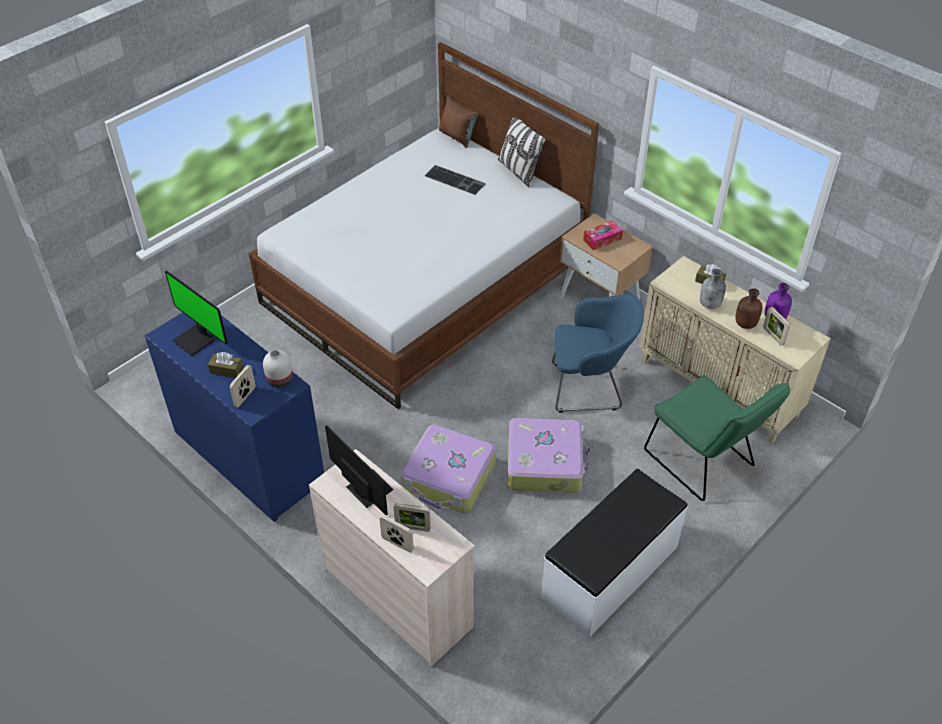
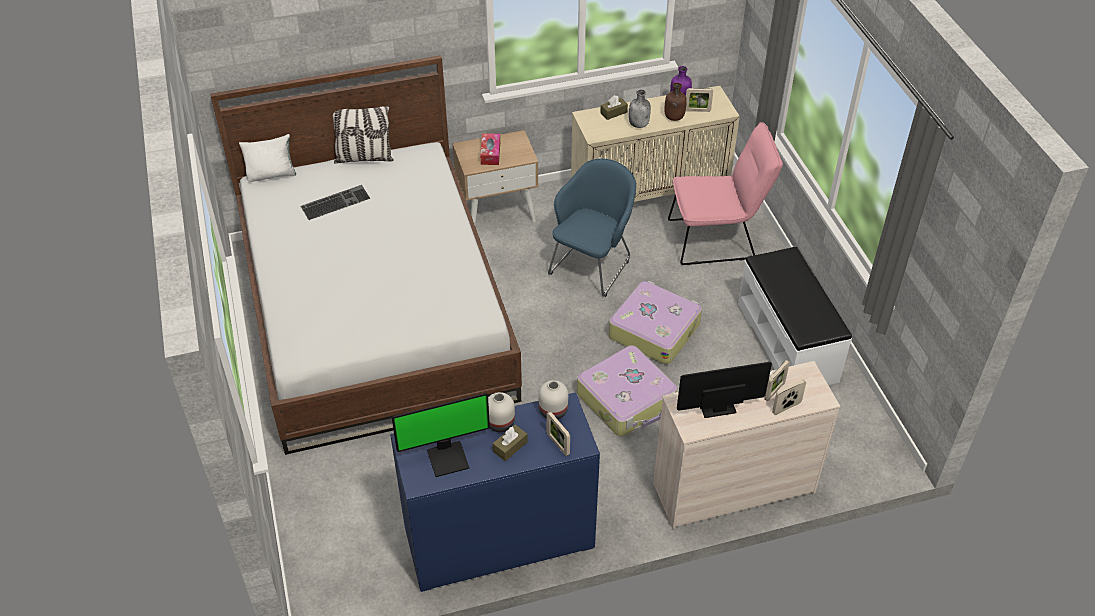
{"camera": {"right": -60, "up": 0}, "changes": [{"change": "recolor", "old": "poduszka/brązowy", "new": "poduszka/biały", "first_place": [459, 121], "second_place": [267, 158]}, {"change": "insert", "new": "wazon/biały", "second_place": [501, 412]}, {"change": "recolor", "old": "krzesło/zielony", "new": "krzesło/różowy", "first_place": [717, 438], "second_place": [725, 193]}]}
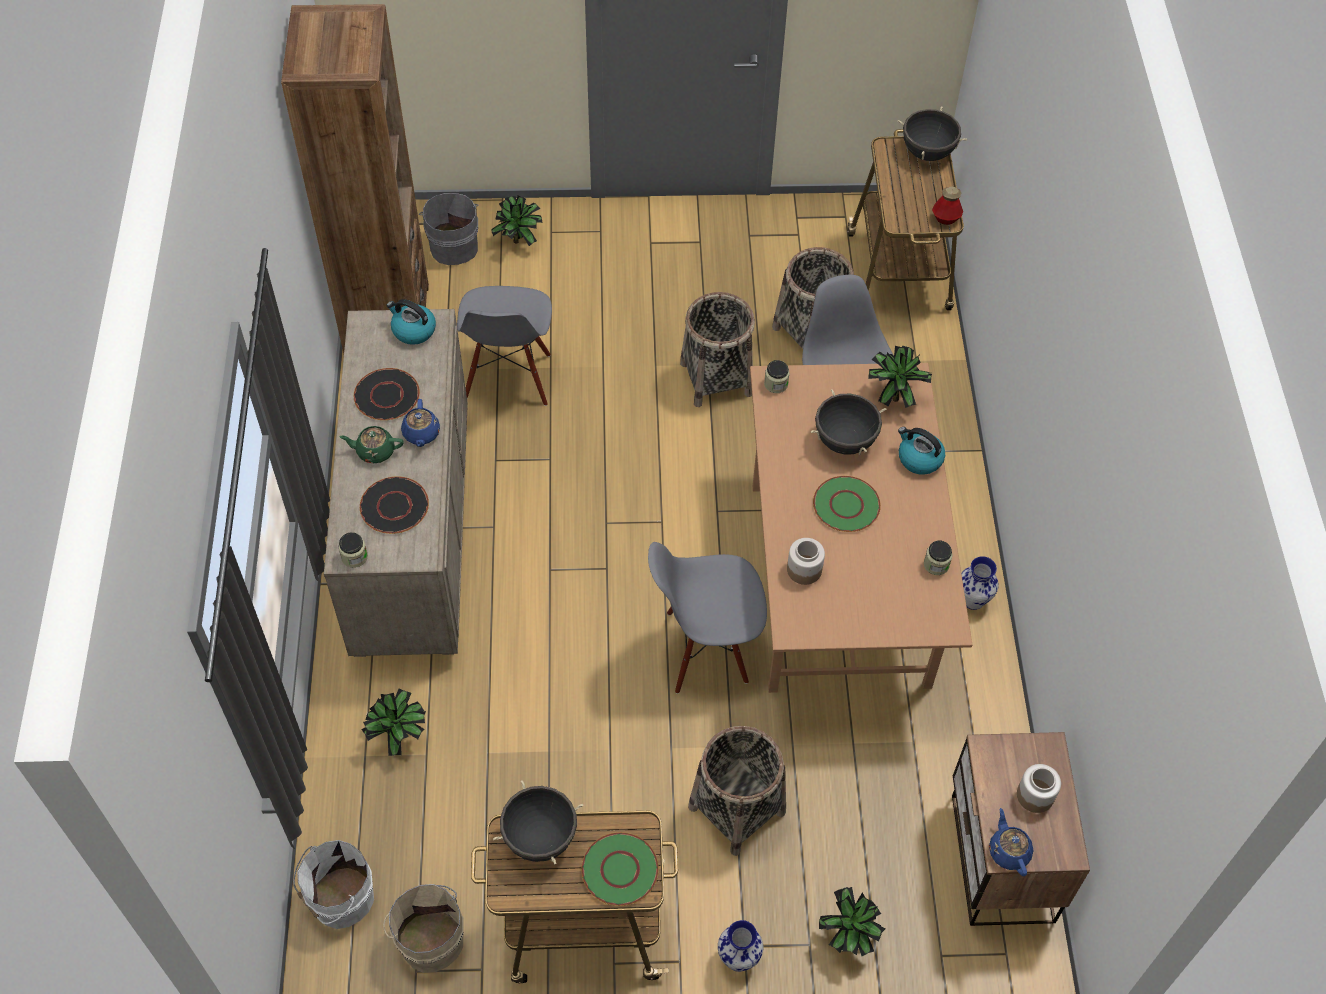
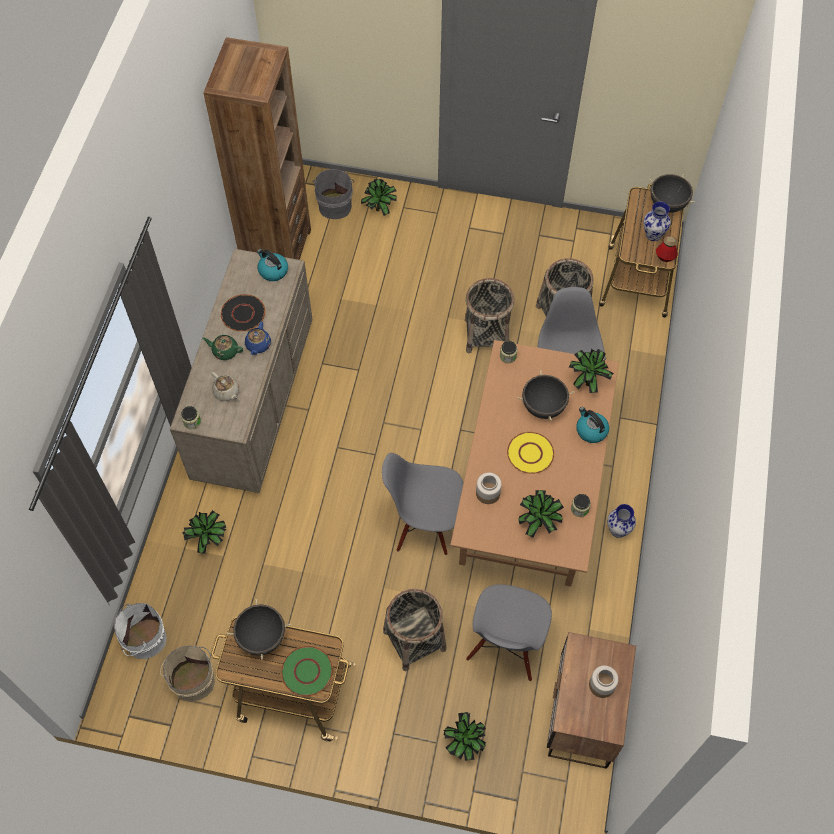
{"camera": {"right": 15, "up": 5}, "changes": [{"change": "replace", "old": "talerz/czarny", "new": "imbryk/beżowy", "first_place": [394, 505], "second_place": [225, 386]}, {"change": "move", "old": "krzesło/szary", "first_place": [504, 346], "second_place": [509, 632]}, {"change": "recolor", "old": "talerz/zielony", "new": "talerz/żółty", "first_place": [847, 504], "second_place": [530, 453]}, {"change": "insert", "new": "roślina doniczkowa", "second_place": [541, 514]}, {"change": "move", "old": "wazon", "first_place": [740, 946], "second_place": [657, 221]}, {"change": "delete", "old": "imbryk/niebieski", "first_place": [1011, 842]}]}
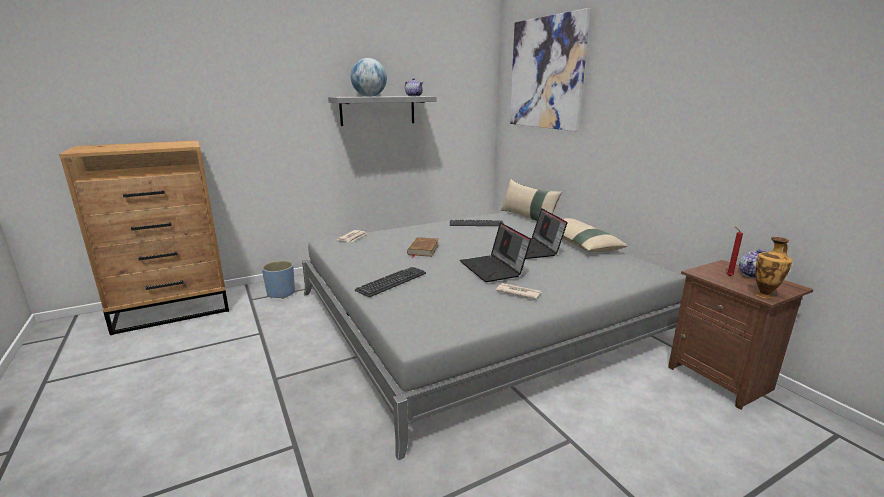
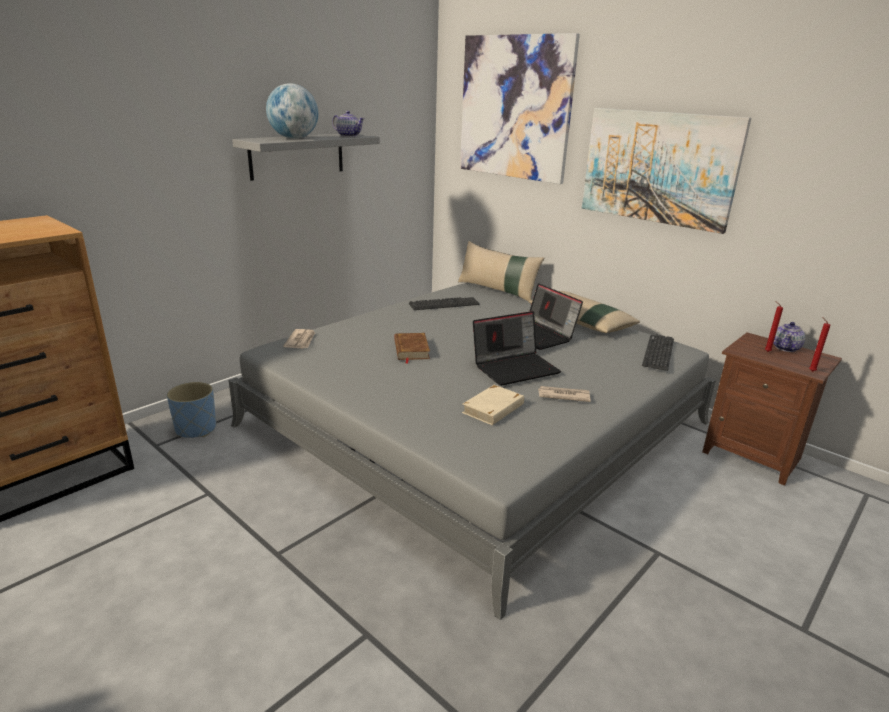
{"camera": {"right": -20, "up": 5}, "changes": [{"change": "insert", "new": "książka/beżowy", "second_place": [493, 405]}, {"change": "rotate", "old": "laptop", "first_place": [495, 252], "second_place": [517, 348], "degrees": -75}, {"change": "insert", "new": "obraz", "second_place": [666, 171]}, {"change": "move", "old": "klawiatura", "first_place": [390, 282], "second_place": [658, 352]}, {"change": "replace", "old": "wazon", "new": "świeca/czerwony", "first_place": [773, 268], "second_place": [819, 344]}]}
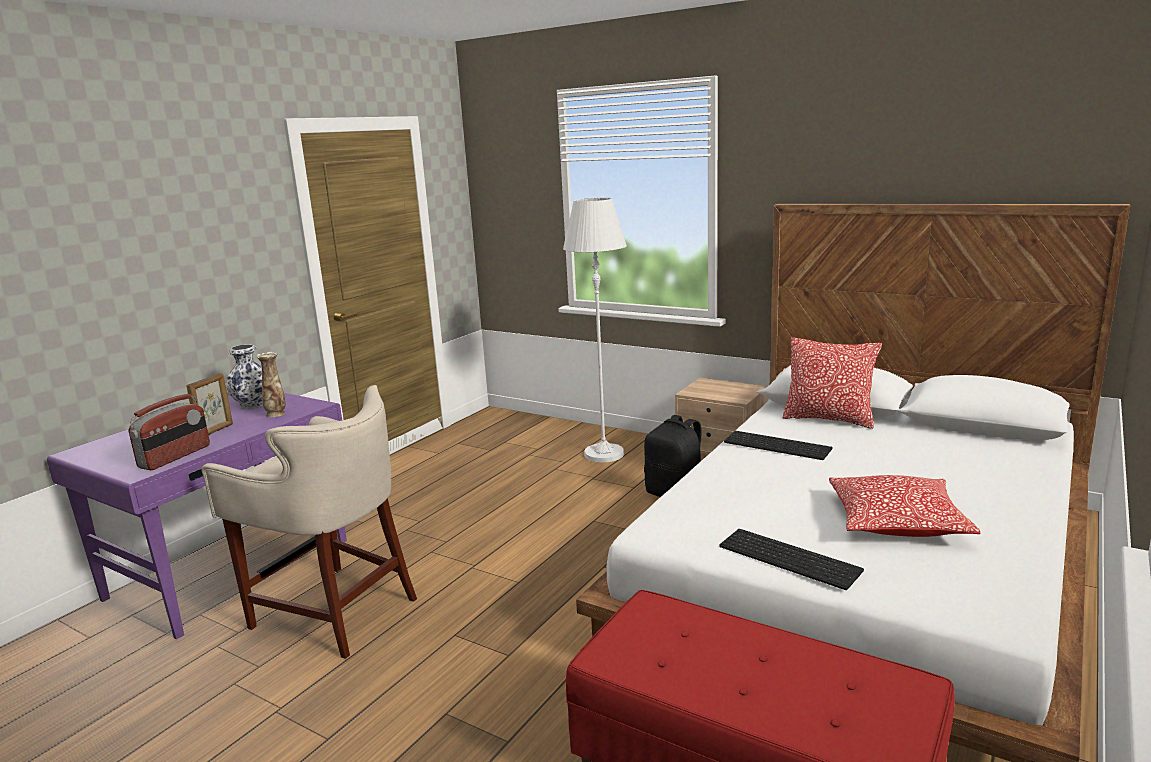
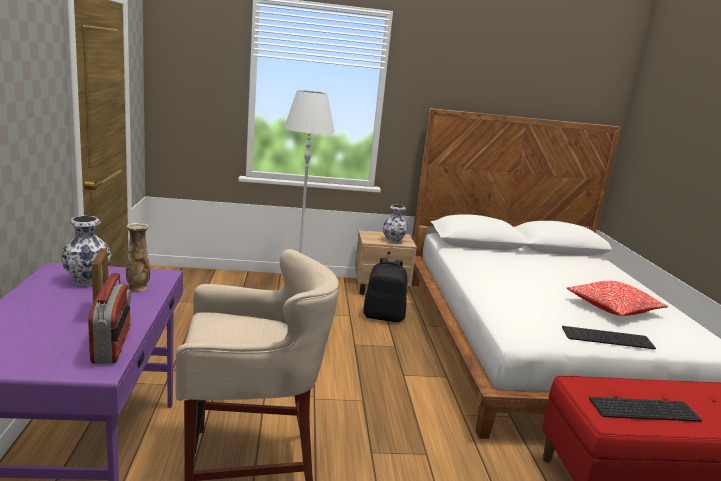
{"camera": {"right": -40, "up": 0}, "changes": [{"change": "insert", "new": "wazon", "second_place": [395, 224]}, {"change": "move", "old": "klawiatura", "first_place": [778, 445], "second_place": [645, 409]}, {"change": "delete", "old": "poduszka", "first_place": [832, 383]}]}
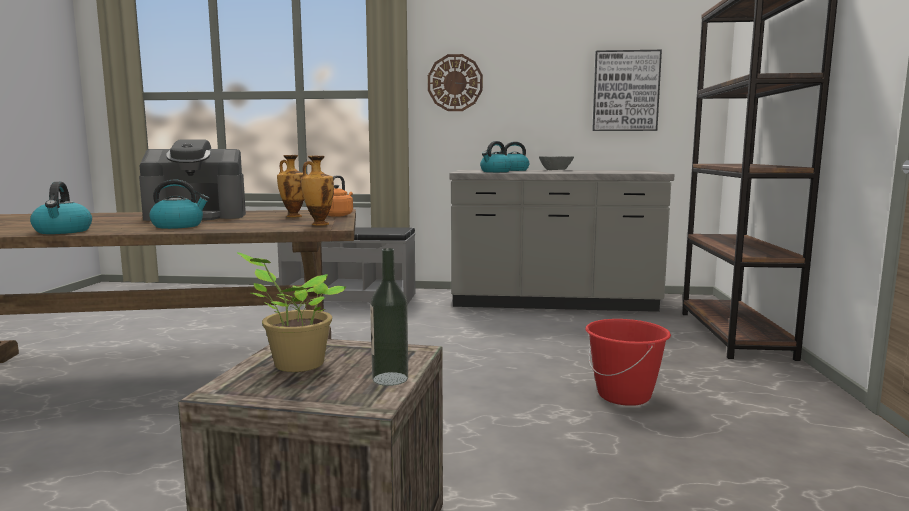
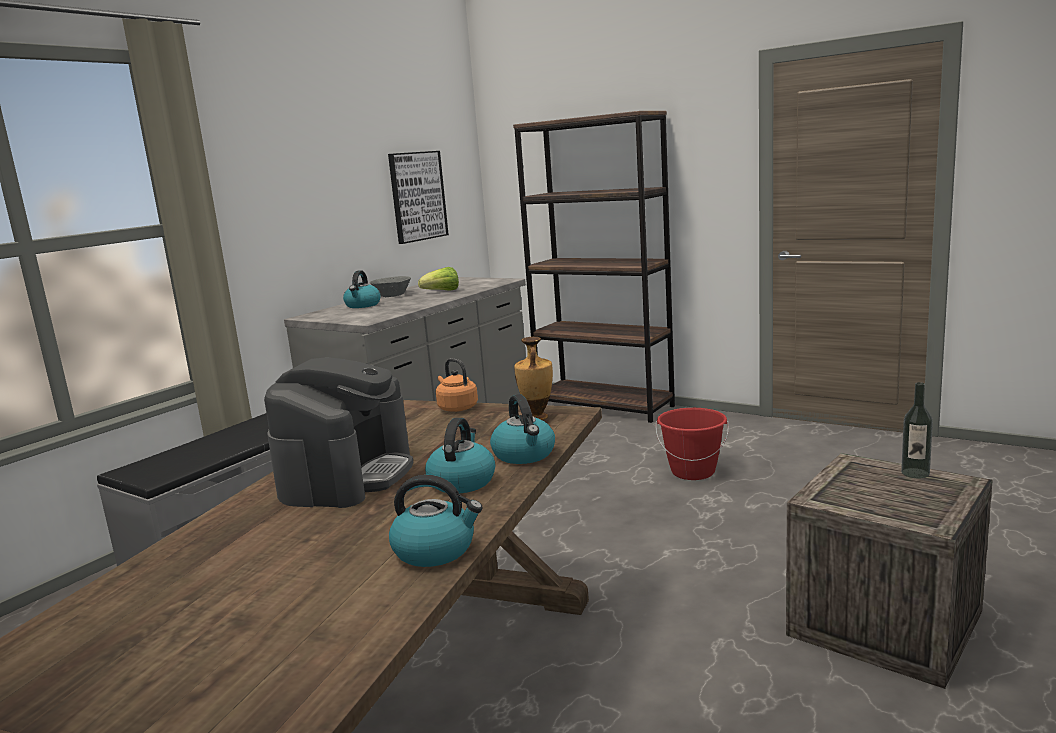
{"camera": {"right": -60, "up": 5}, "changes": [{"change": "insert", "new": "sałata", "second_place": [438, 279]}, {"change": "move", "old": "czajnik", "first_place": [496, 156], "second_place": [522, 429]}, {"change": "delete", "old": "roślina doniczkowa", "first_place": [291, 312]}, {"change": "delete", "old": "wazon", "first_place": [290, 186]}, {"change": "delete", "old": "zegar ścienny", "first_place": [455, 82]}]}
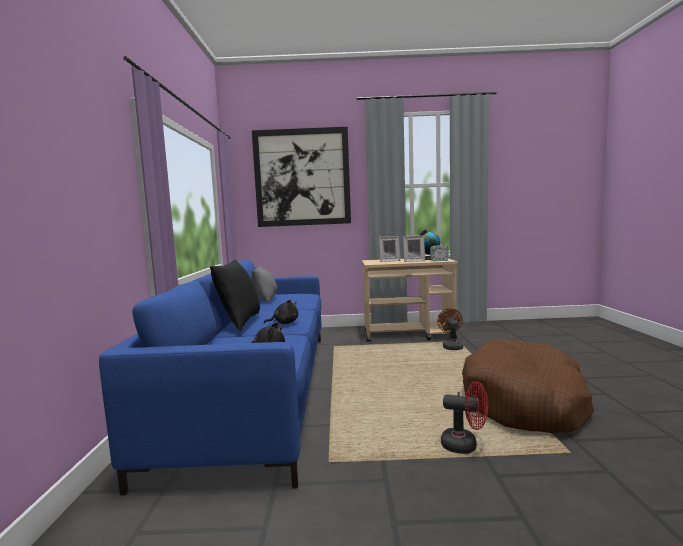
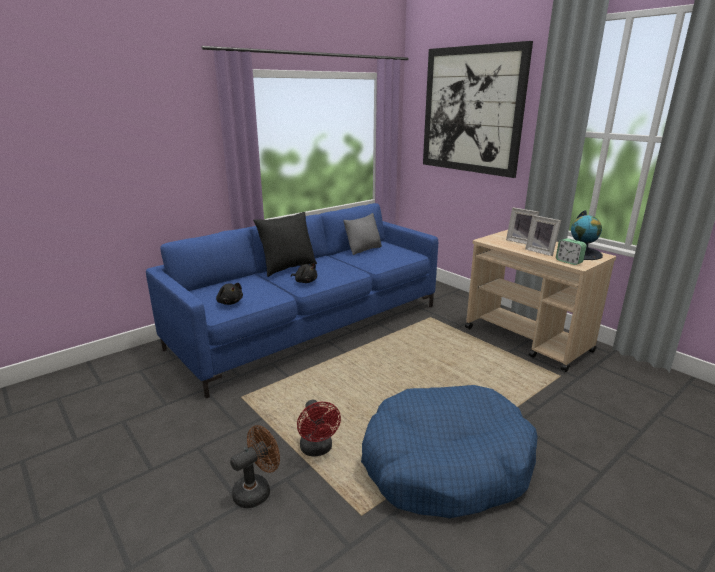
{"camera": {"right": 50, "up": 15}, "changes": [{"change": "move", "old": "wentylator/brązowy", "first_place": [450, 329], "second_place": [255, 466]}, {"change": "recolor", "old": "legowisko/brązowy", "new": "legowisko/niebieski", "first_place": [528, 385], "second_place": [449, 451]}]}
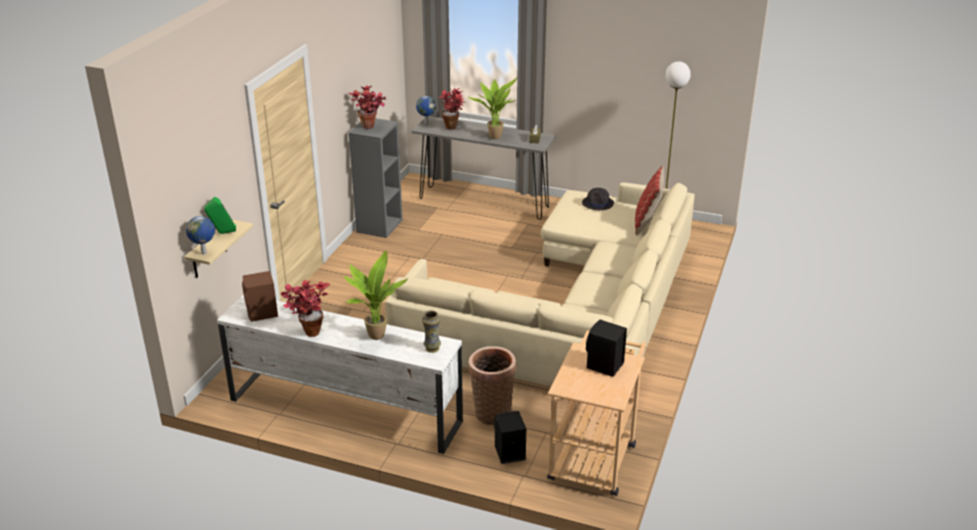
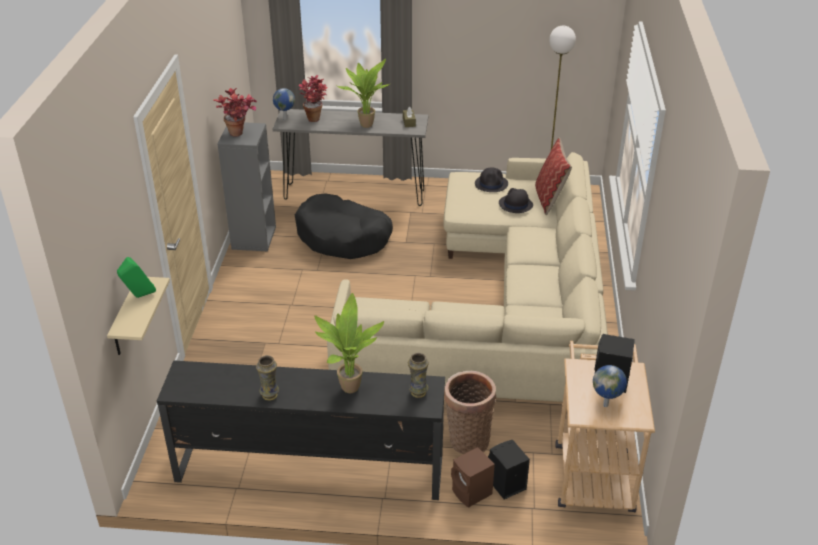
{"camera": {"right": -15, "up": 5}, "changes": [{"change": "recolor", "old": "szafka pod telewizor/biały", "new": "szafka pod telewizor/czarny", "first_place": [340, 374], "second_place": [301, 430]}, {"change": "replace", "old": "roślina doniczkowa", "new": "wazon", "first_place": [305, 308], "second_place": [267, 378]}, {"change": "insert", "new": "legowisko/czarny", "second_place": [344, 226]}, {"change": "move", "old": "głośnik/brązowy", "first_place": [260, 296], "second_place": [473, 477]}, {"change": "insert", "new": "kapelusz/czarny", "second_place": [516, 200]}, {"change": "move", "old": "globus", "first_place": [200, 235], "second_place": [610, 386]}]}
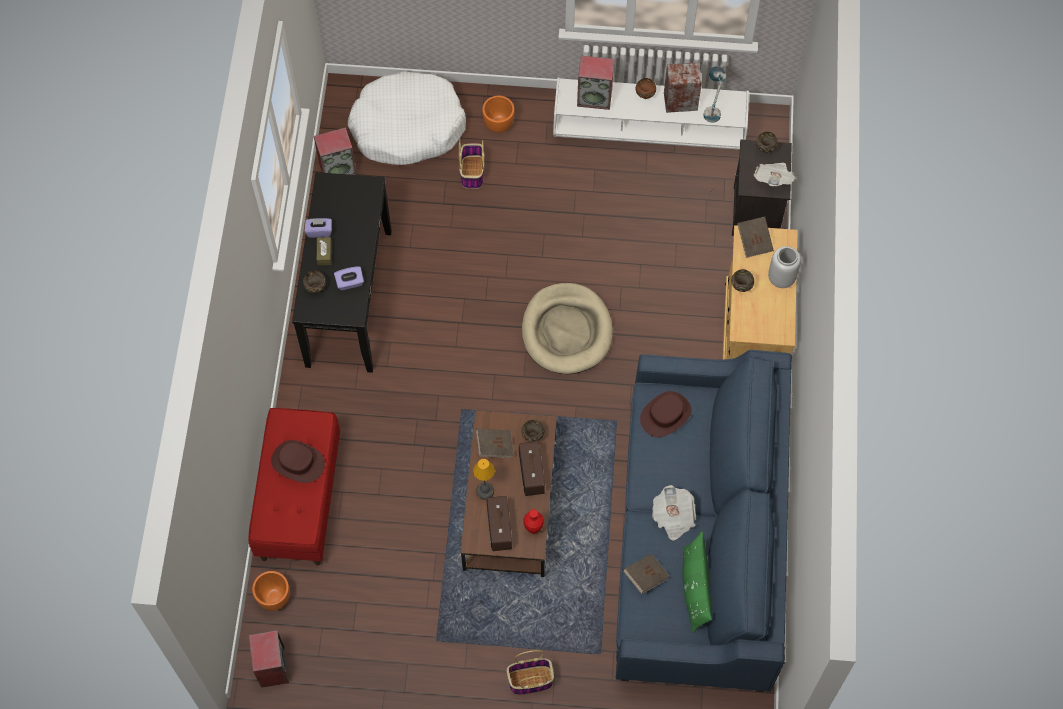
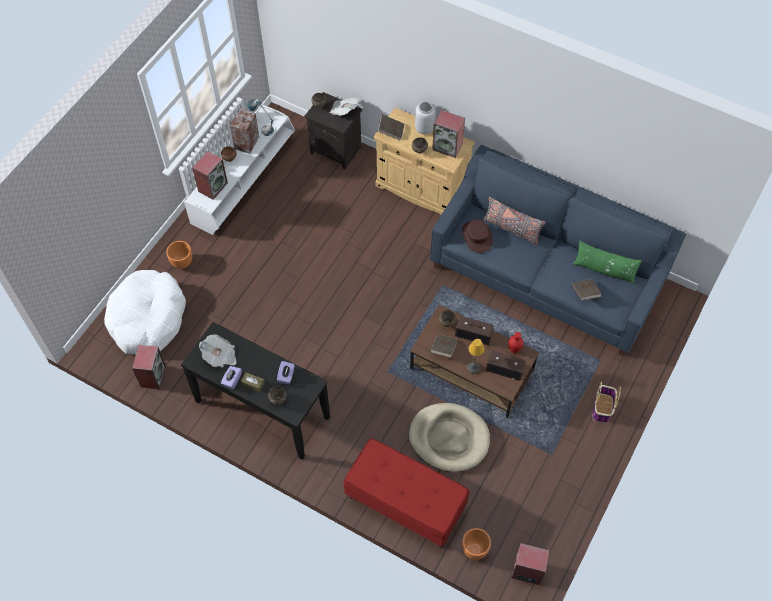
{"camera": {"right": -65, "up": -5}, "changes": [{"change": "move", "old": "gazeta", "first_place": [674, 513], "second_place": [217, 351]}, {"change": "move", "old": "legowisko/beżowy", "first_place": [567, 328], "second_place": [449, 437]}, {"change": "insert", "new": "głośnik", "second_place": [448, 134]}, {"change": "insert", "new": "poduszka/szary", "second_place": [514, 221]}, {"change": "delete", "old": "kapelusz/brązowy", "first_place": [298, 461]}, {"change": "delete", "old": "koszyk", "first_place": [472, 164]}]}
